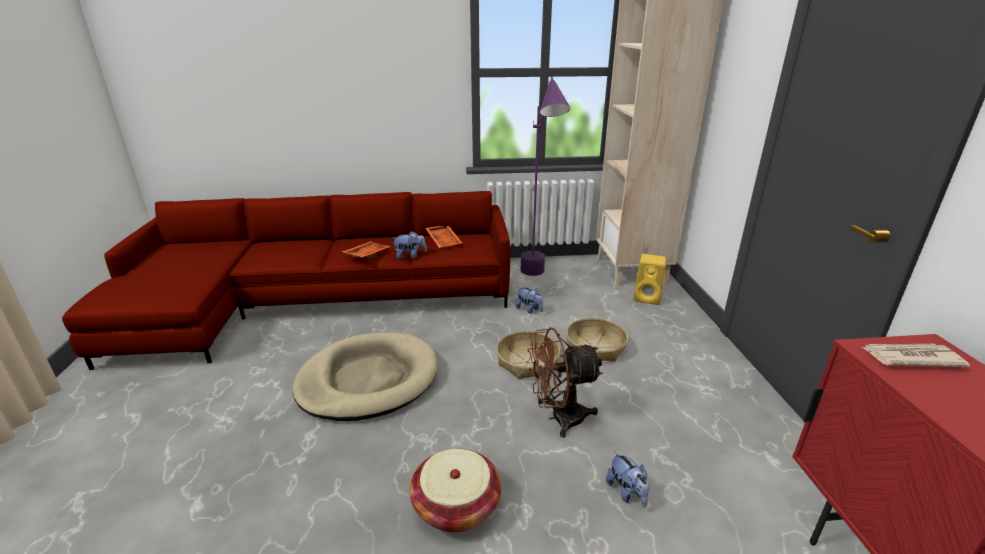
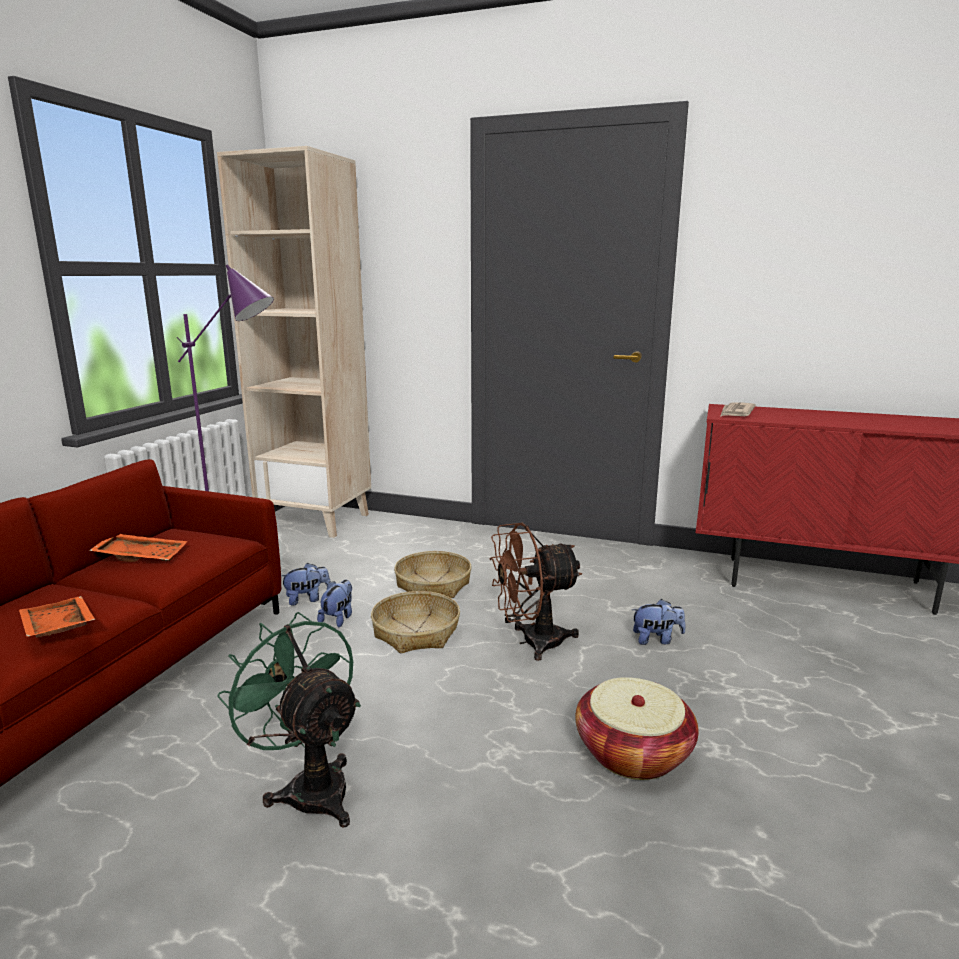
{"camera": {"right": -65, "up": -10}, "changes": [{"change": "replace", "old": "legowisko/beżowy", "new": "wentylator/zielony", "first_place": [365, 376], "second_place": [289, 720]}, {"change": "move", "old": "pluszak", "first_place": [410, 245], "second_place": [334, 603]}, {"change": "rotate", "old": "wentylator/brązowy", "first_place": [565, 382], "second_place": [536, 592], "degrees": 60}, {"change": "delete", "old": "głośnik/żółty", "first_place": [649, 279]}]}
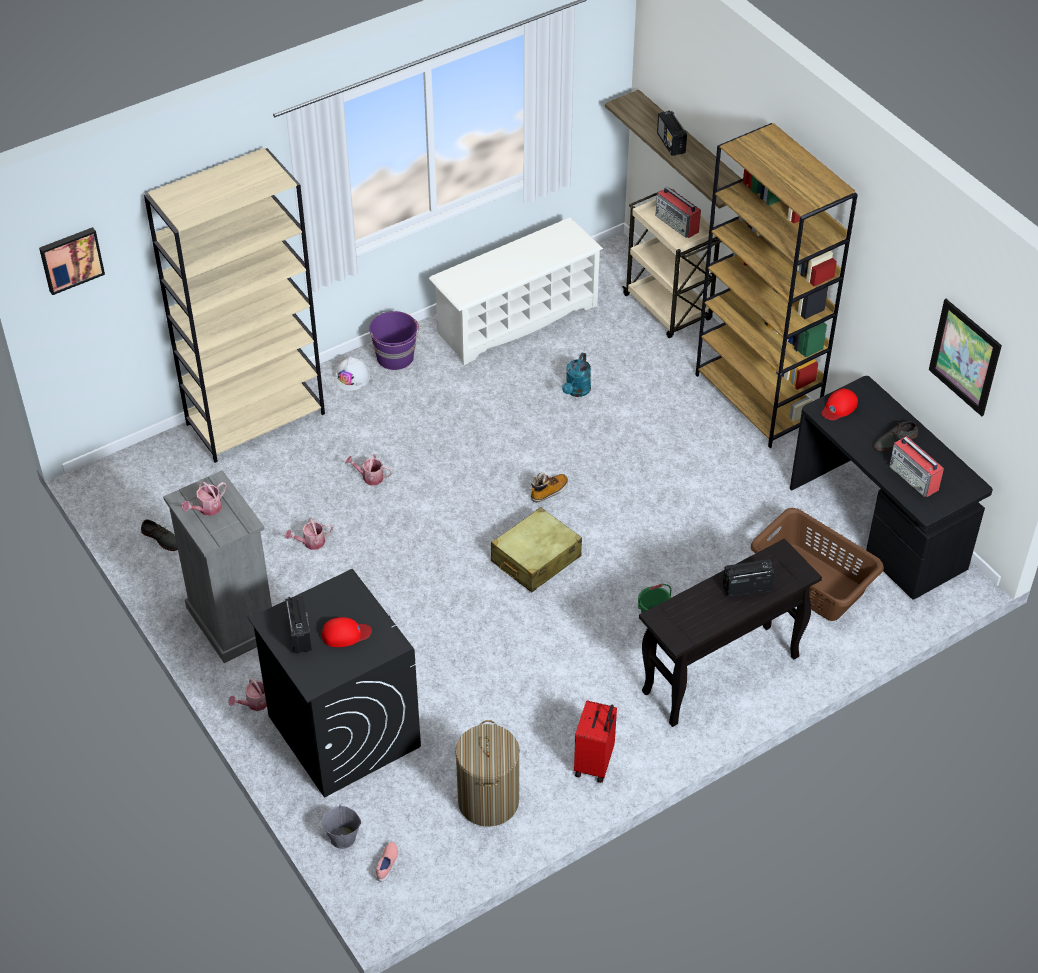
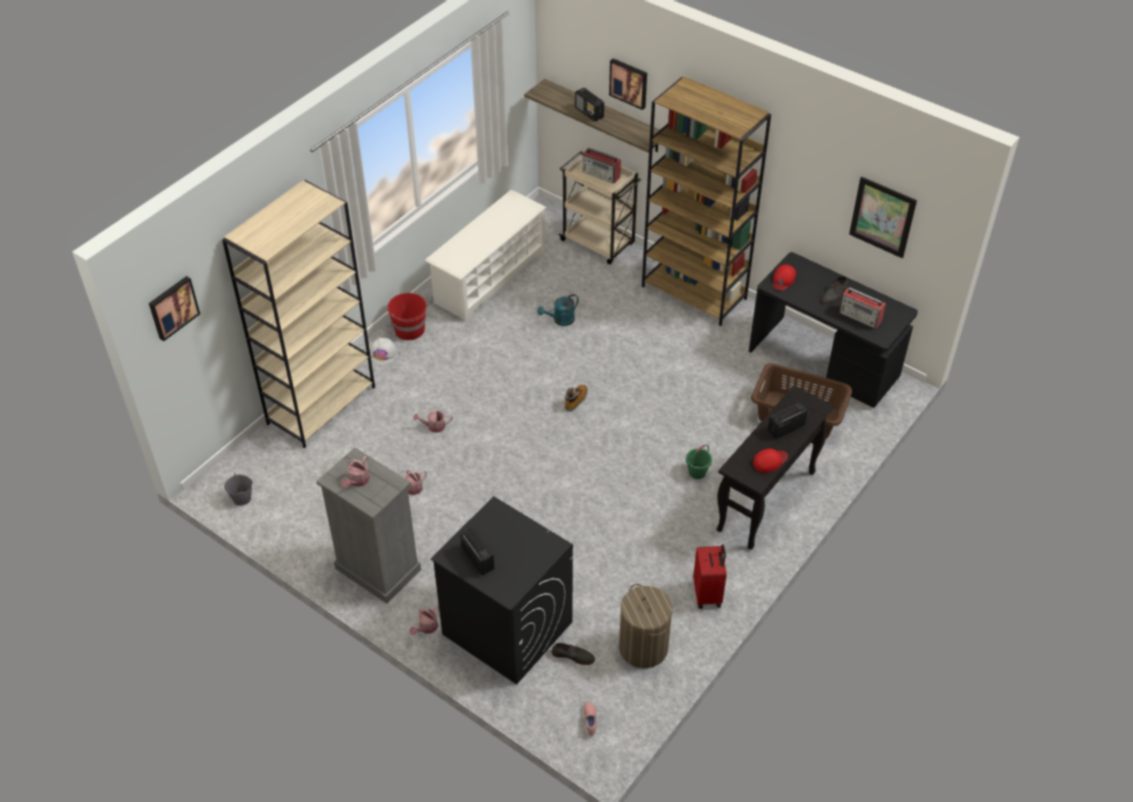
{"camera": {"right": -20, "up": 0}, "changes": [{"change": "move", "old": "wiadro/szary", "first_place": [341, 826], "second_place": [238, 489]}, {"change": "recolor", "old": "wiadro/fioletowy", "new": "wiadro/czerwony", "first_place": [394, 340], "second_place": [407, 316]}, {"change": "rotate", "old": "konewka/turkusowy", "first_place": [576, 375], "second_place": [558, 310], "degrees": 60}, {"change": "move", "old": "but/szary", "first_place": [159, 535], "second_place": [573, 654]}, {"change": "insert", "new": "obraz", "second_place": [628, 84]}, {"change": "move", "old": "czapka z daszkiem/czerwony", "first_place": [347, 632], "second_place": [770, 461]}, {"change": "delete", "old": "walizka/beżowy", "first_place": [536, 549]}]}
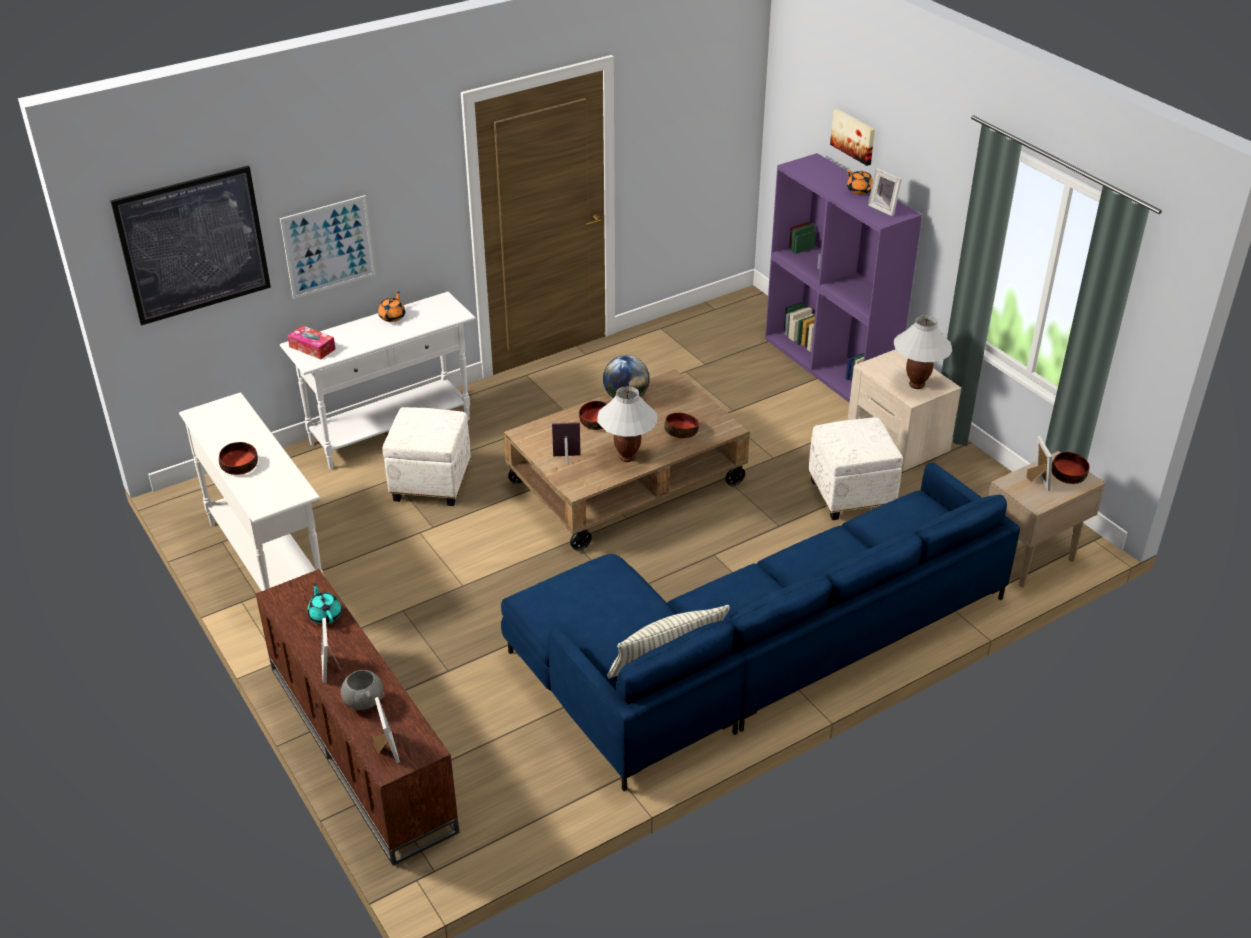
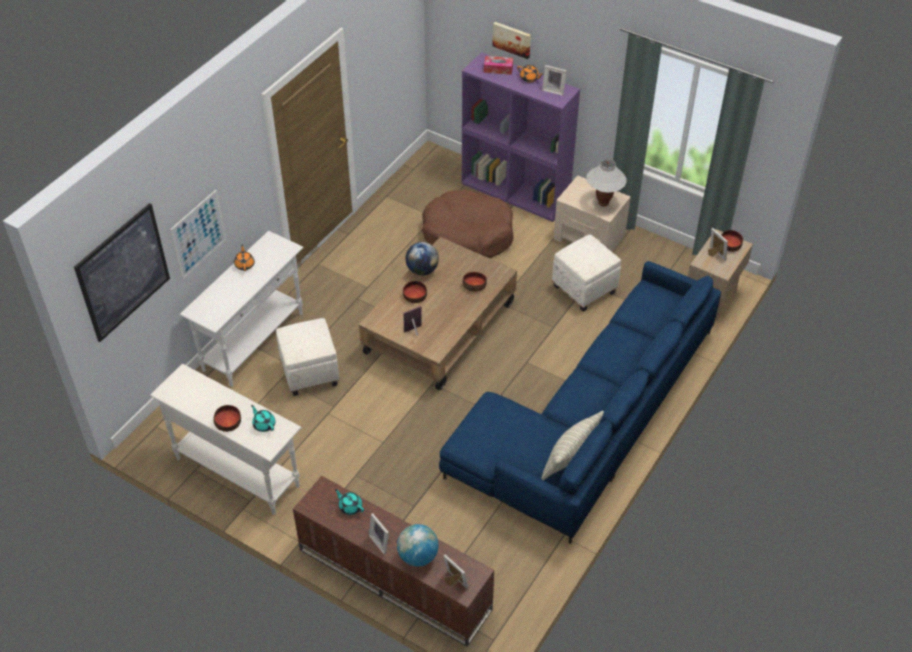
{"camera": {"right": -25, "up": 10}, "changes": [{"change": "insert", "new": "imbryk/turkusowy", "second_place": [263, 418]}, {"change": "replace", "old": "miska/szary", "new": "globus", "first_place": [363, 690], "second_place": [418, 545]}, {"change": "insert", "new": "legowisko/brązowy", "second_place": [468, 223]}, {"change": "move", "old": "pudełko chusteczek", "first_place": [311, 342], "second_place": [498, 65]}, {"change": "delete", "old": "lampa stołowa/biały", "first_place": [627, 424]}]}
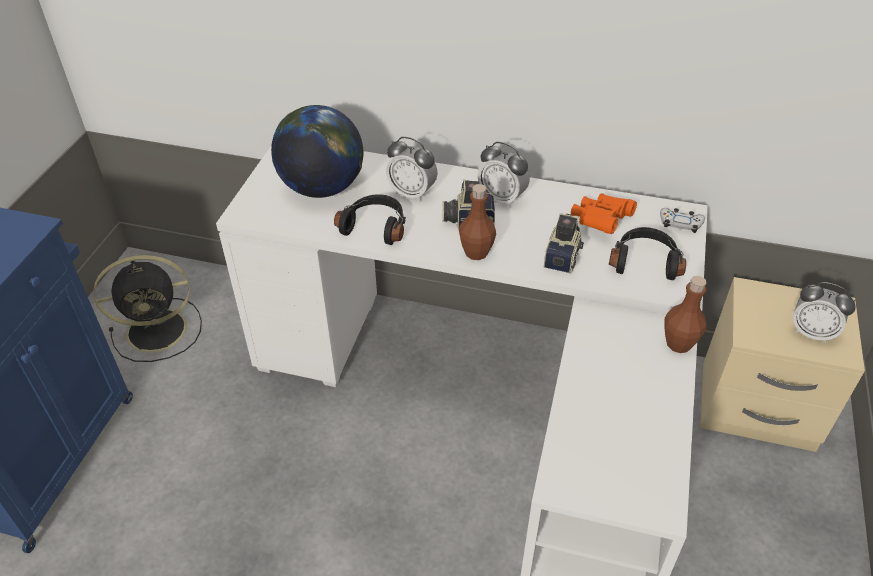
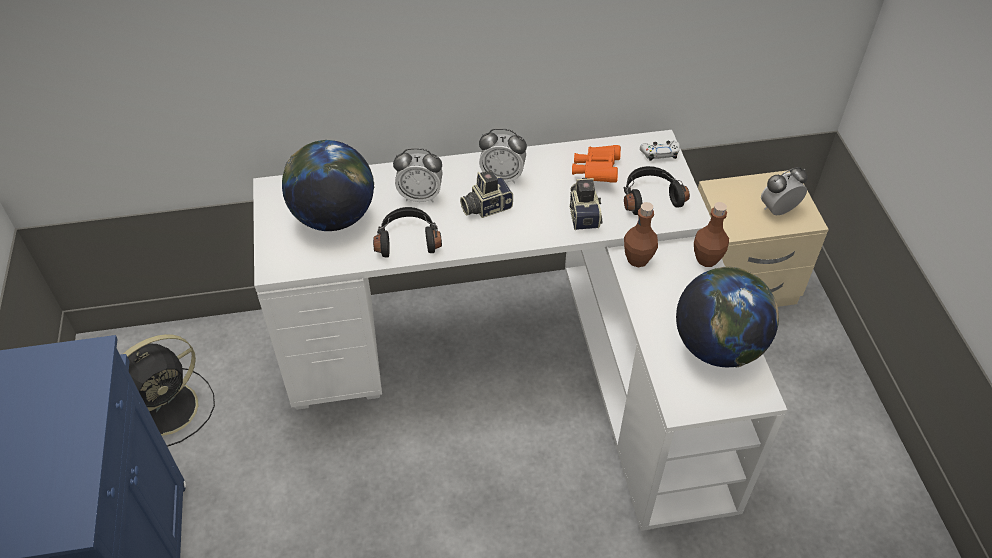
{"camera": {"right": -25, "up": 5}, "changes": [{"change": "move", "old": "butelka/brązowy", "first_place": [477, 222], "second_place": [641, 234]}, {"change": "insert", "new": "globus", "second_place": [727, 317]}, {"change": "rotate", "old": "budzik", "first_place": [824, 312], "second_place": [784, 191], "degrees": 150}]}
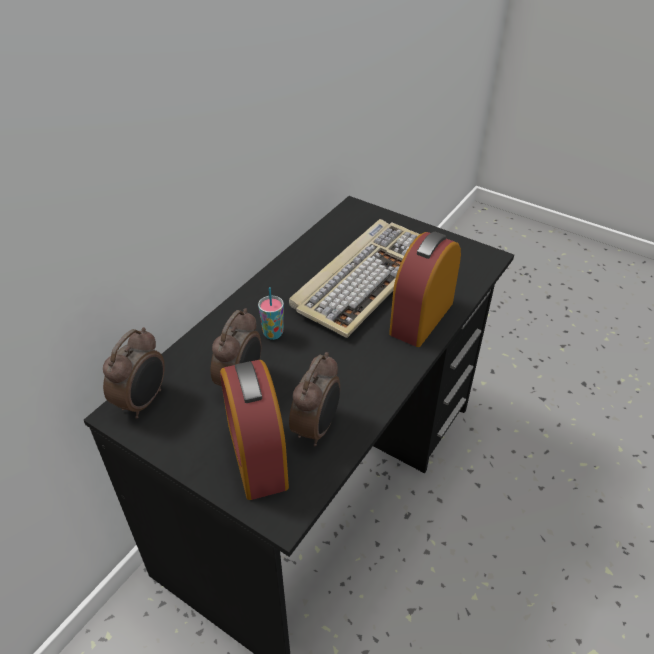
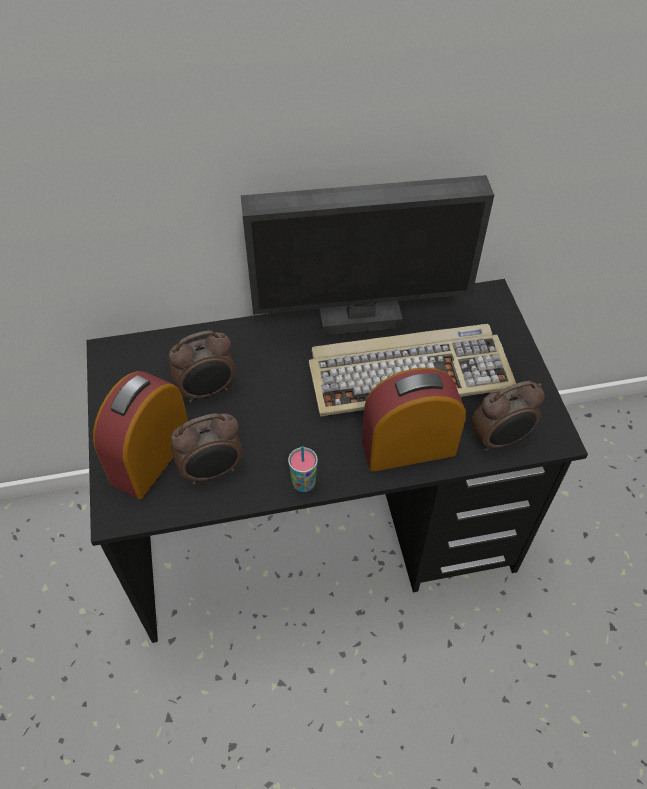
{"camera": {"right": 45, "up": 10}, "changes": [{"change": "insert", "new": "monitor", "second_place": [367, 255]}, {"change": "move", "old": "filiżanka", "first_place": [271, 313], "second_place": [303, 469]}, {"change": "move", "old": "budzik", "first_place": [134, 373], "second_place": [507, 416]}]}
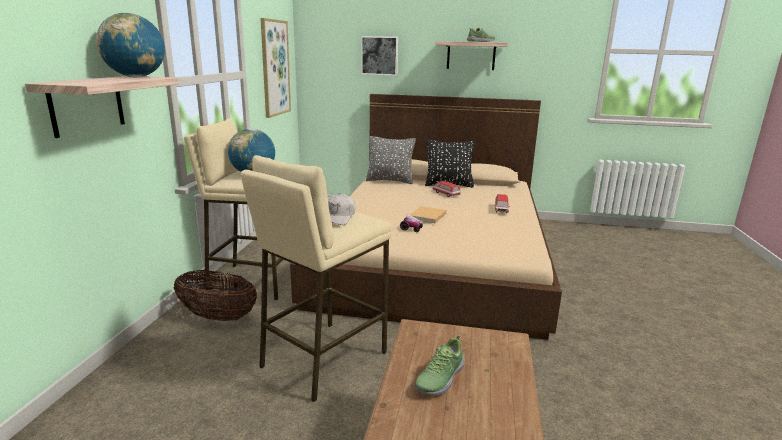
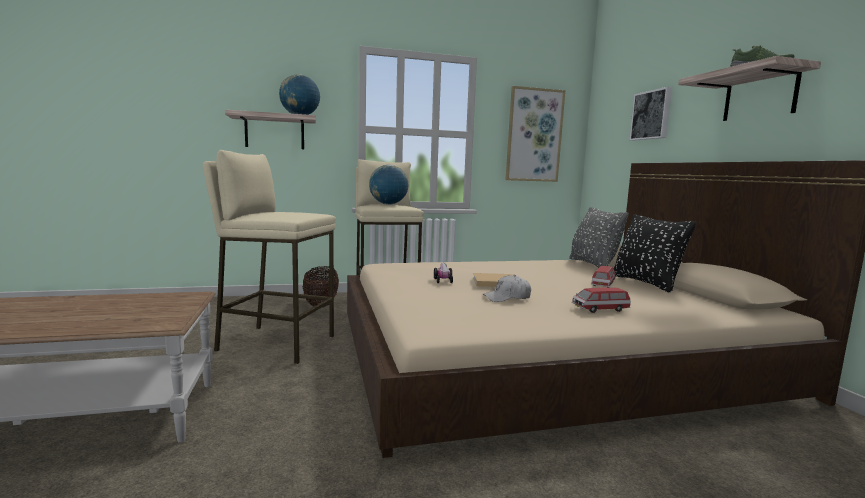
{"camera": {"right": 65, "up": -10}, "changes": [{"change": "move", "old": "czapka z daszkiem/biały", "first_place": [341, 209], "second_place": [507, 288]}, {"change": "delete", "old": "but", "first_place": [439, 365]}]}
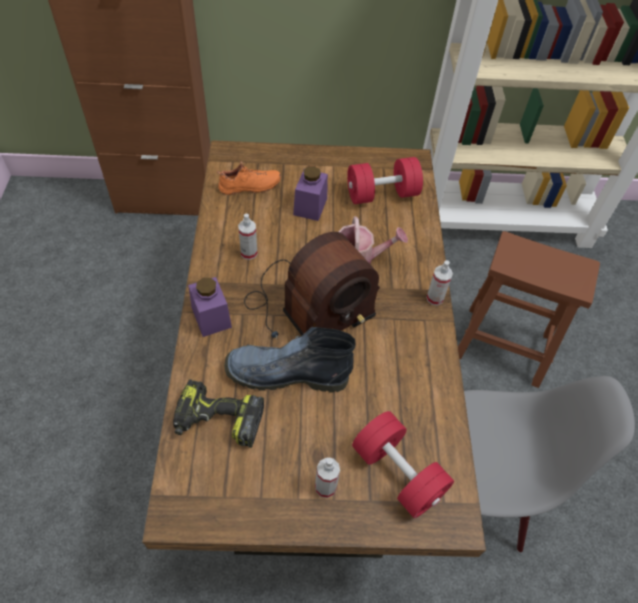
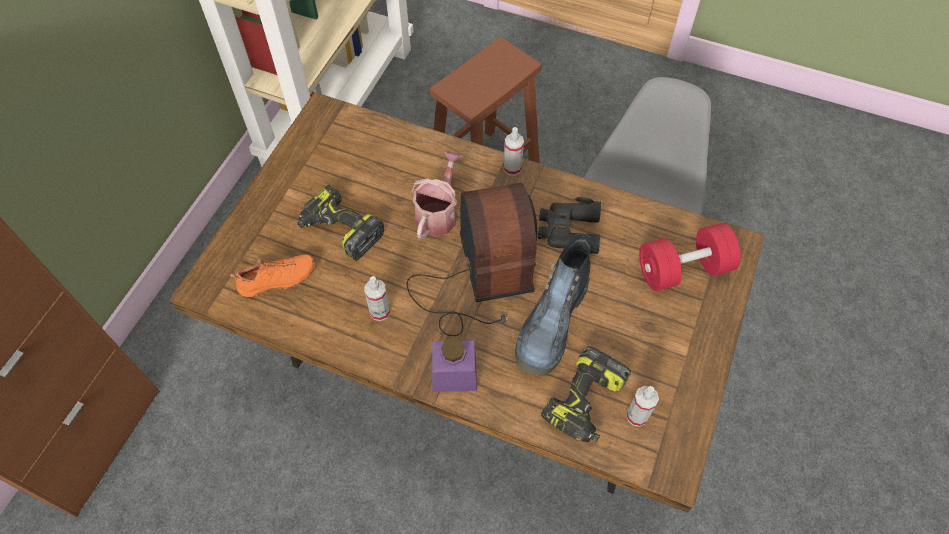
{"camera": {"right": -65, "up": 5}, "changes": [{"change": "rotate", "old": "but/pomarańczowy", "first_place": [248, 178], "second_place": [272, 275], "degrees": 60}, {"change": "replace", "old": "słoik/fioletowy", "new": "wiertarka", "first_place": [310, 193], "second_place": [340, 223]}, {"change": "insert", "new": "lornetka/czarny", "second_place": [569, 225]}, {"change": "move", "old": "spryskiwacz", "first_place": [327, 478], "second_place": [642, 406]}, {"change": "delete", "old": "hantel/czerwony", "first_place": [385, 180]}]}
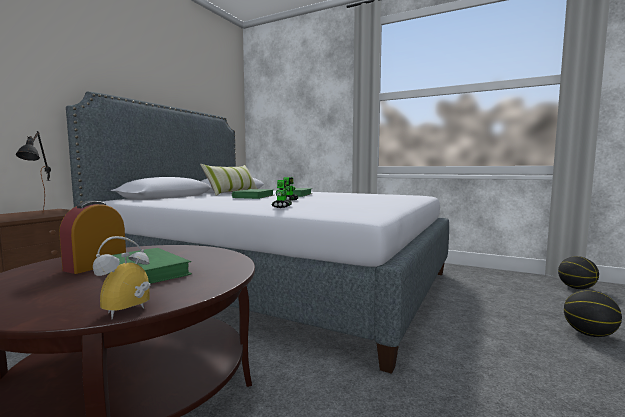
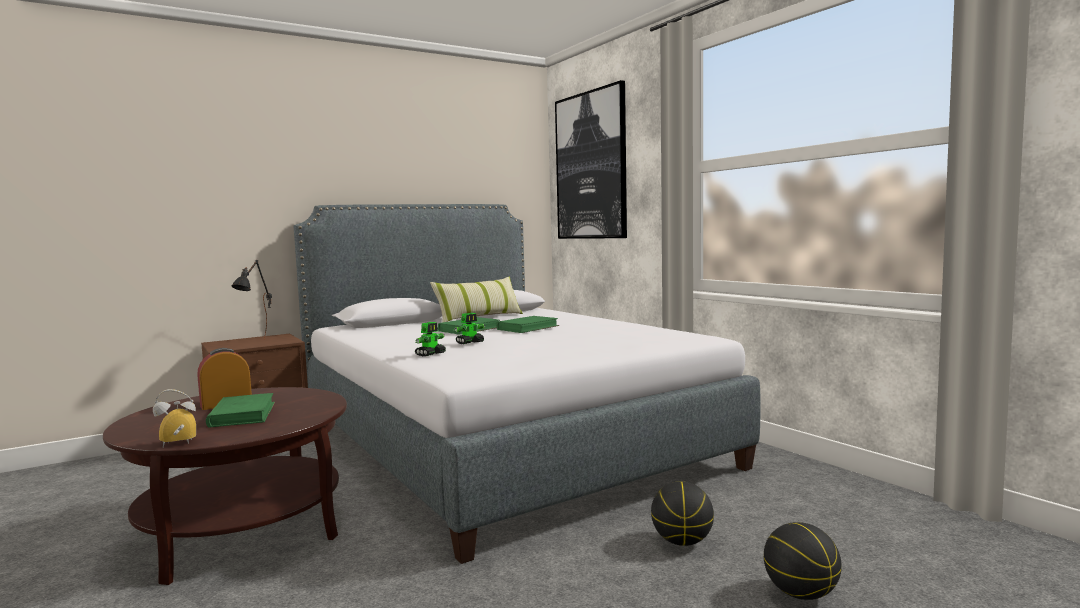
{"camera": {"right": 30, "up": 0}, "changes": [{"change": "insert", "new": "obraz", "second_place": [591, 159]}, {"change": "move", "old": "piłka do koszykówki", "first_place": [578, 272], "second_place": [682, 513]}]}
